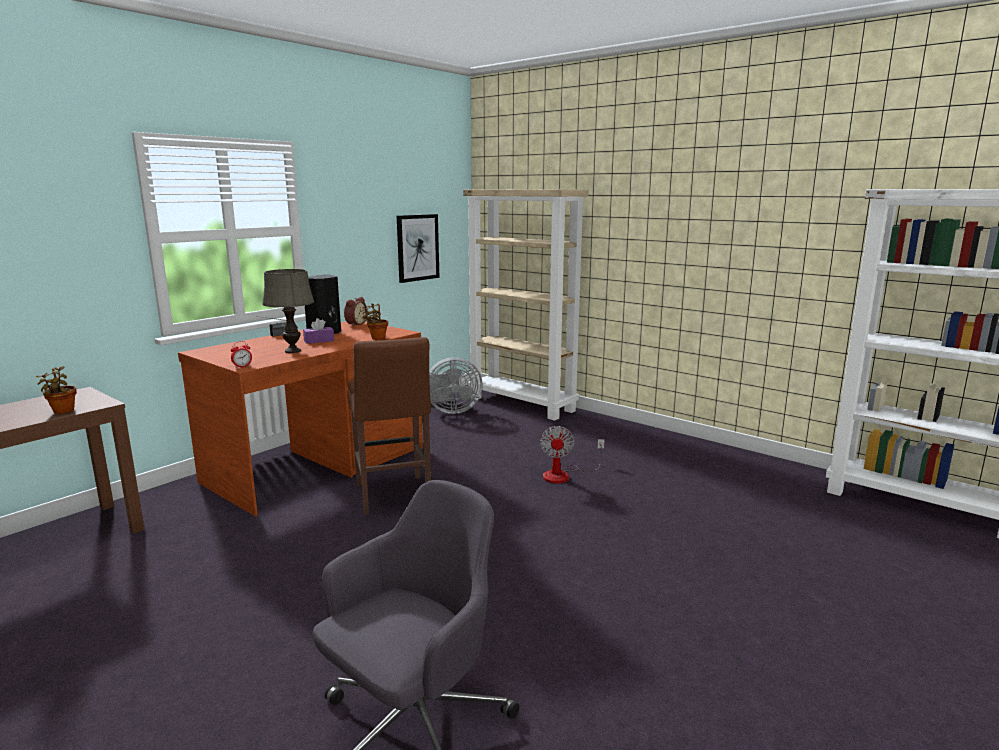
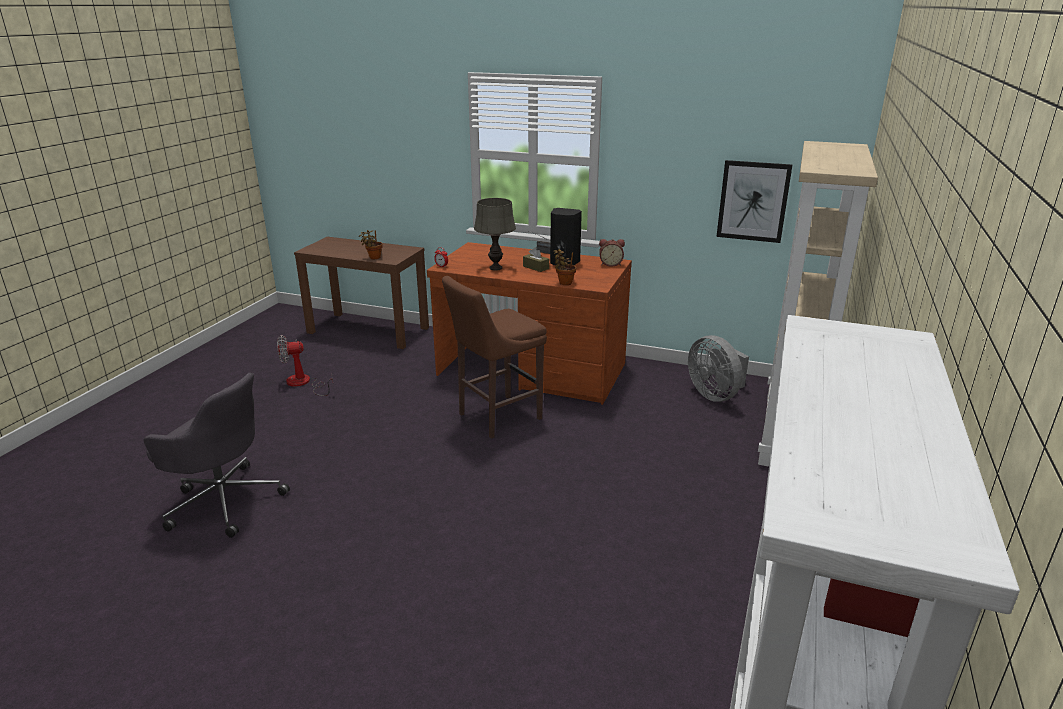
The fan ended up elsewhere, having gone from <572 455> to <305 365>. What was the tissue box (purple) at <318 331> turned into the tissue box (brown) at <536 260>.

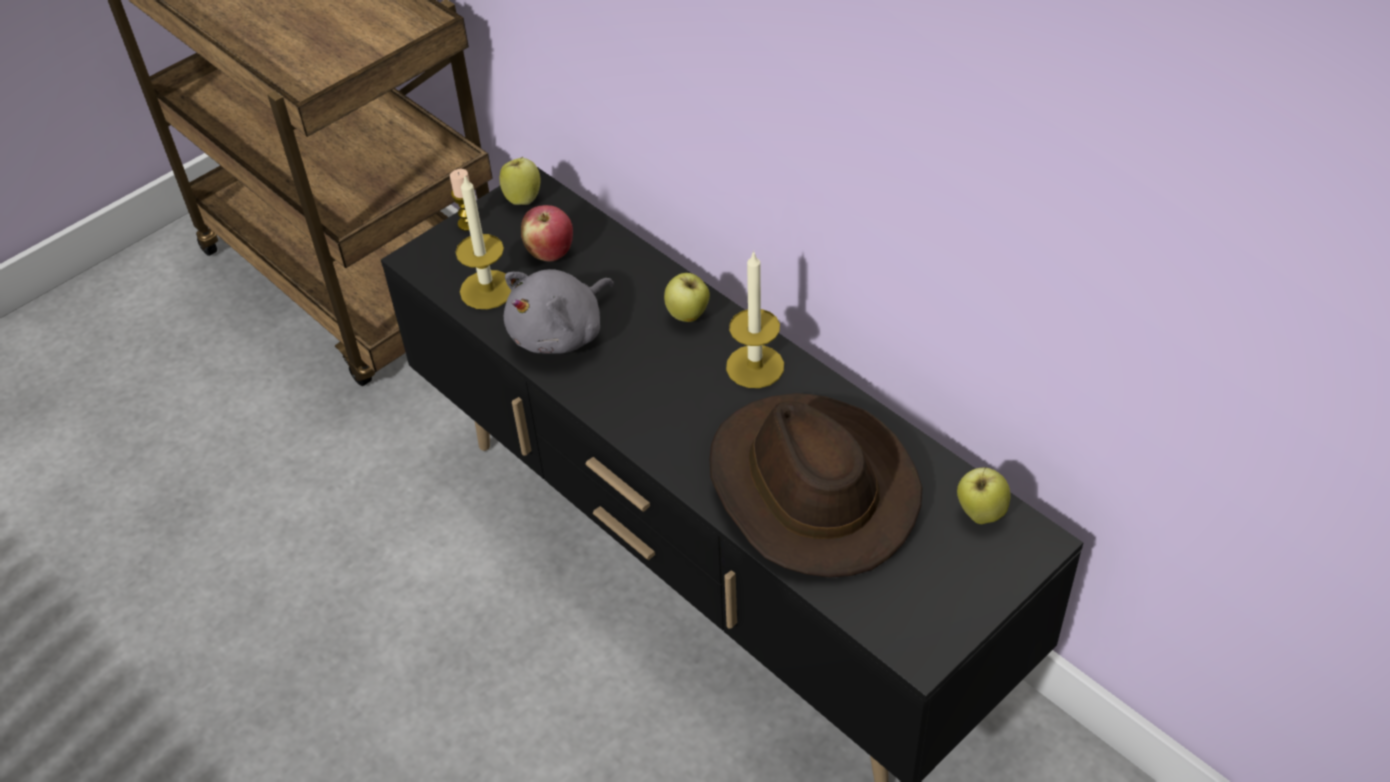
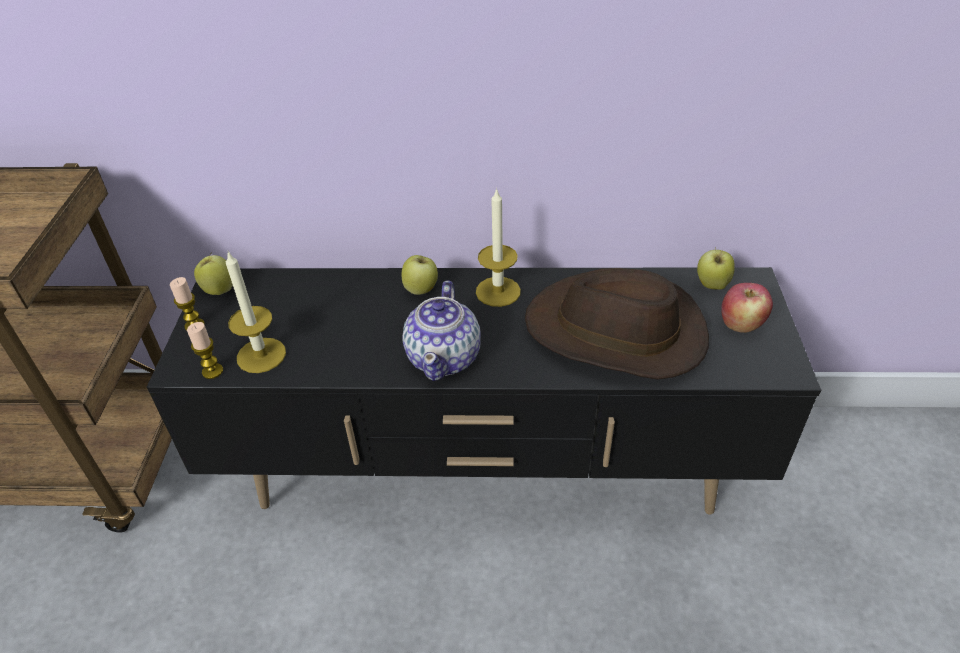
The second view gained the candle at <205 350>. The second view gained the teapot at <441 330>. The apple ended up elsewhere, having gone from <547 233> to <747 308>. The second view lost the plush toy (grey) at <558 311>.

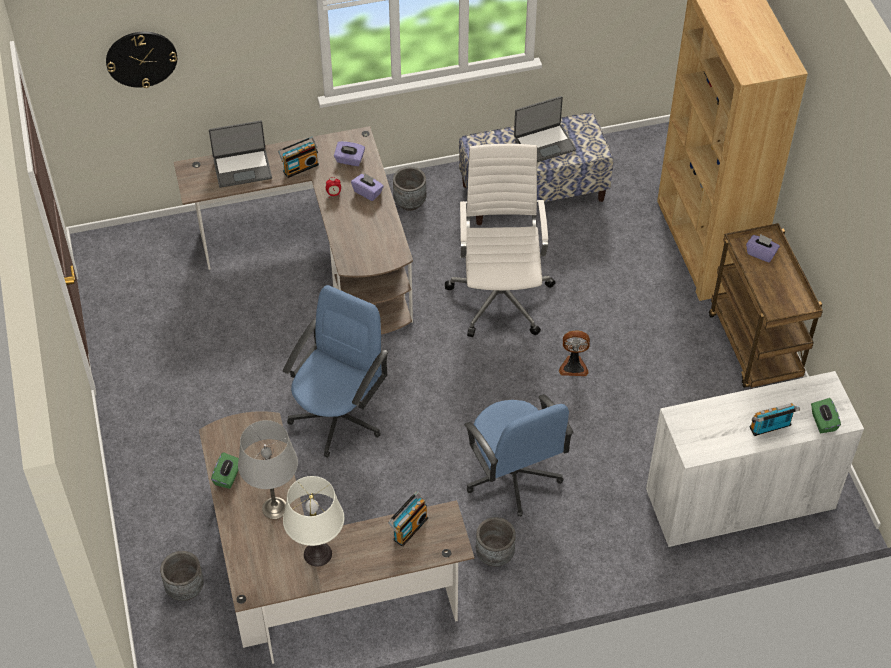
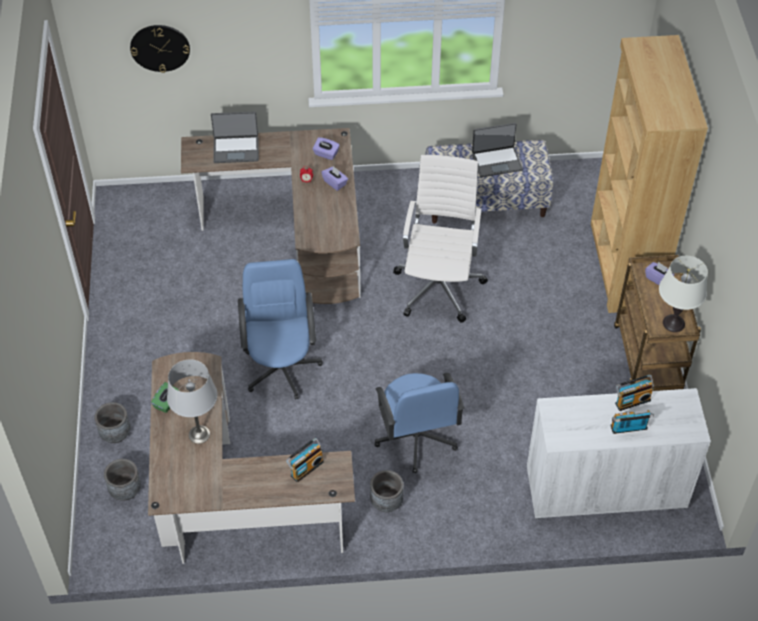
The planter (grey) ended up elsewhere, having gone from <409 189> to <112 422>. The office chair (blue) at <336 371> ended up facing another way, 45 degrees counterclockwise from before. The radio ended up elsewhere, having gone from <298 157> to <634 393>. The table lamp (white) ended up elsewhere, having gone from <313 521> to <683 294>. The second view lost the fan at <574 353>. The second view lost the tissue box (green) at <826 415>.

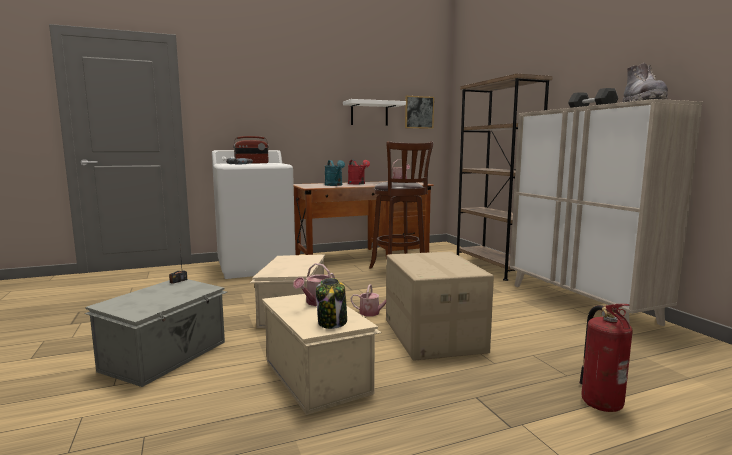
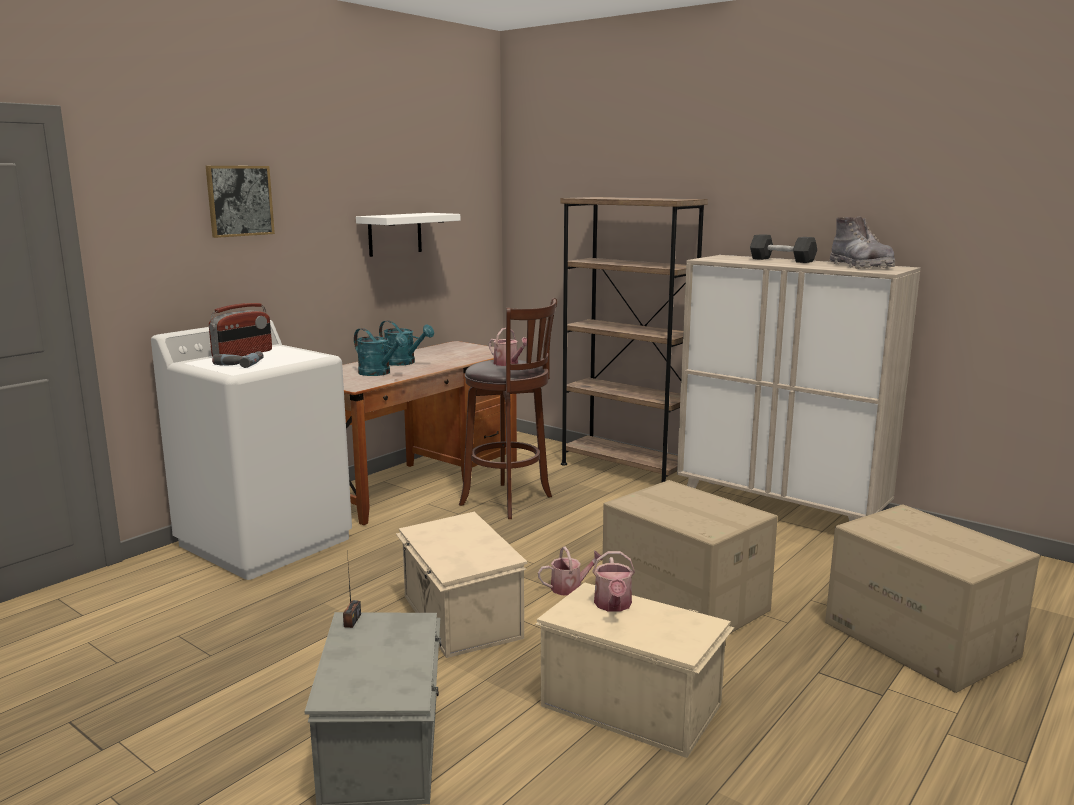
The picture ended up elsewhere, having gone from <419 112> to <240 202>. What was the watering can (red) at <359 172> turned into the watering can (turquoise) at <406 343>. Where the fire extinguisher stood at <606 358>, the cardboard box came to stand at <932 598>. The second view lost the jar at <331 303>.

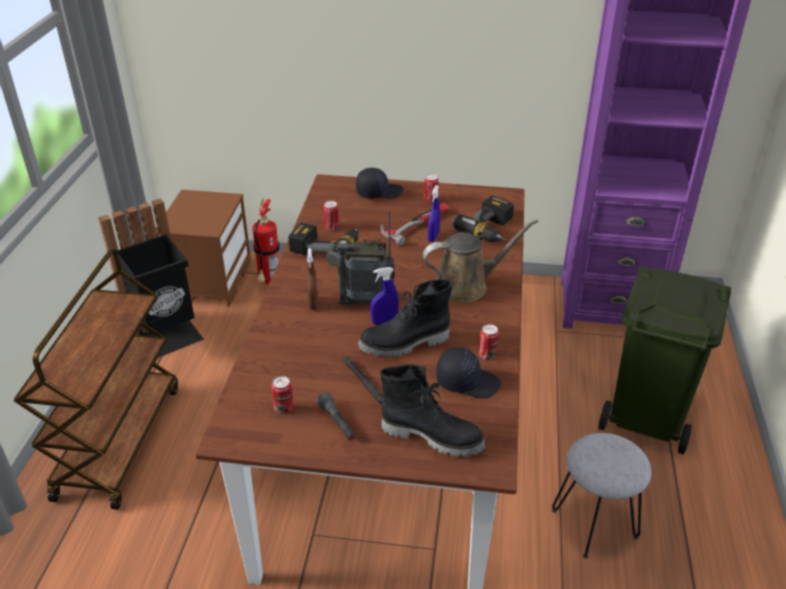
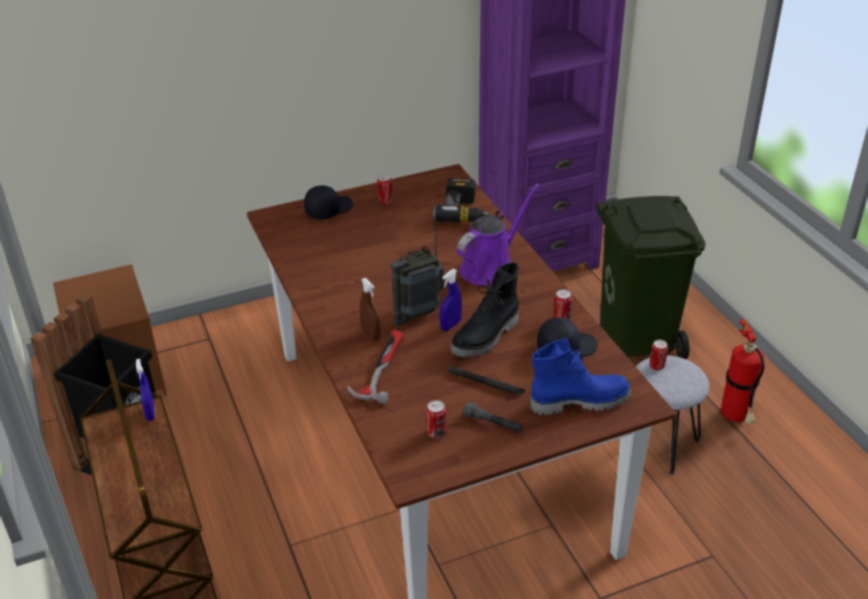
The spray bottle (blue) ended up elsewhere, having gone from <434 213> to <145 390>. The hammer ended up elsewhere, having gone from <415 224> to <375 366>. What was the watering can (brown) at <480 260> turned into the watering can (purple) at <498 235>. What was the boot (black) at <433 410> turned into the boot (blue) at <580 376>. The can ended up elsewhere, having gone from <331 216> to <659 355>. The fire extinguisher ended up elsewhere, having gone from <266 241> to <743 371>. The second view lost the power drill at <324 244>.

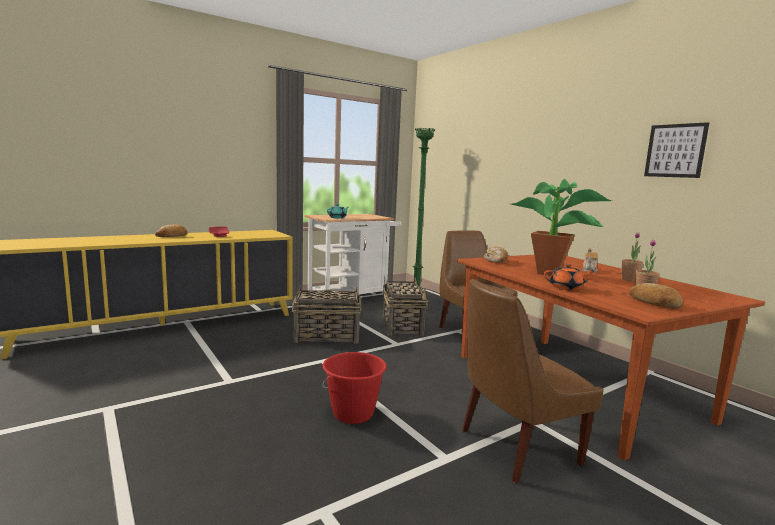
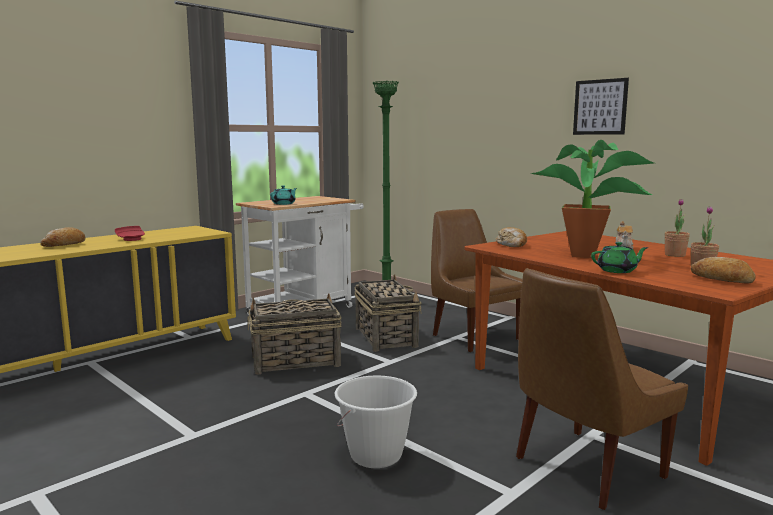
What was the bucket (red) at <354 388> turned into the bucket (white) at <376 421>. The picture ended up elsewhere, having gone from <676 150> to <601 106>. What was the teapot (orange) at <569 277> turned into the teapot (green) at <619 257>.

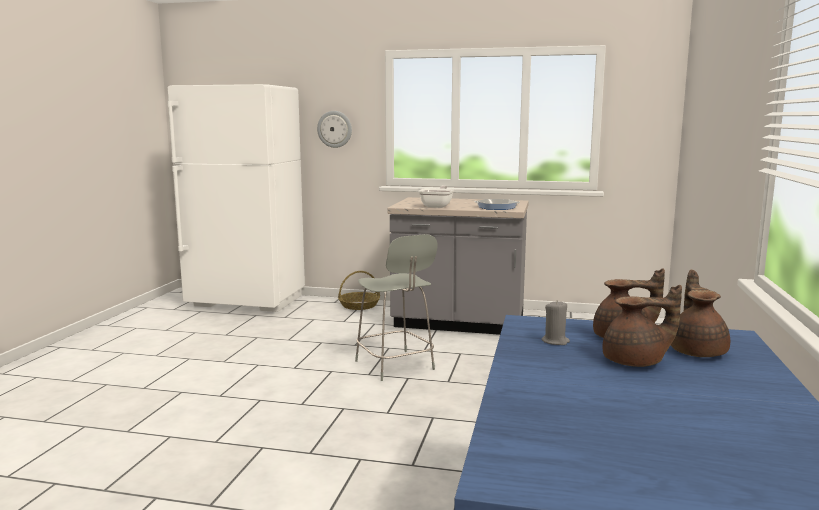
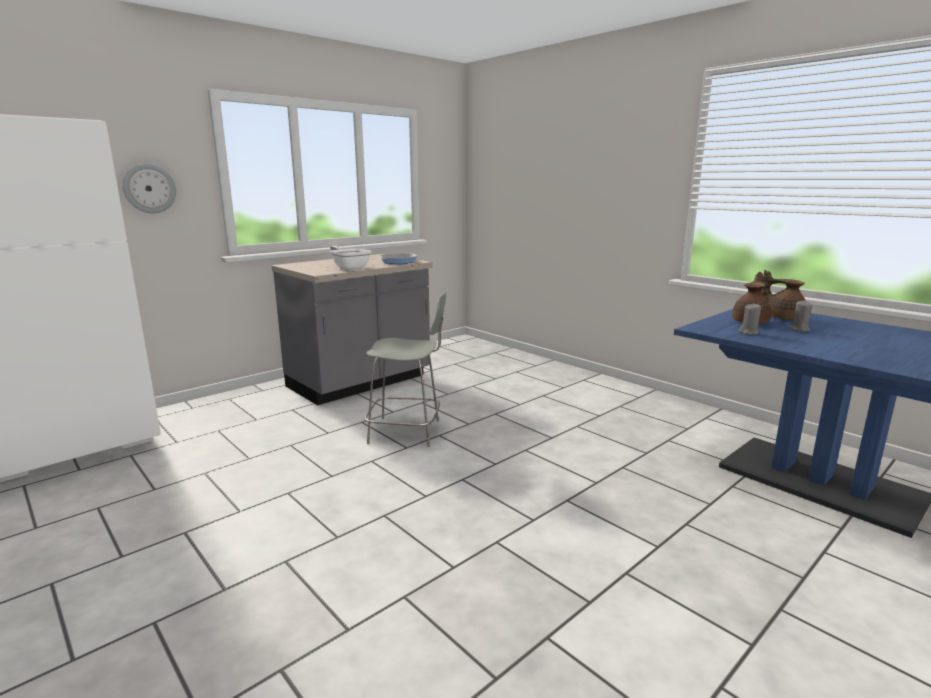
Where the teapot (brown) stood at <642 326>, the candle (grey) came to stand at <801 316>. The second view lost the basket at <359 290>.

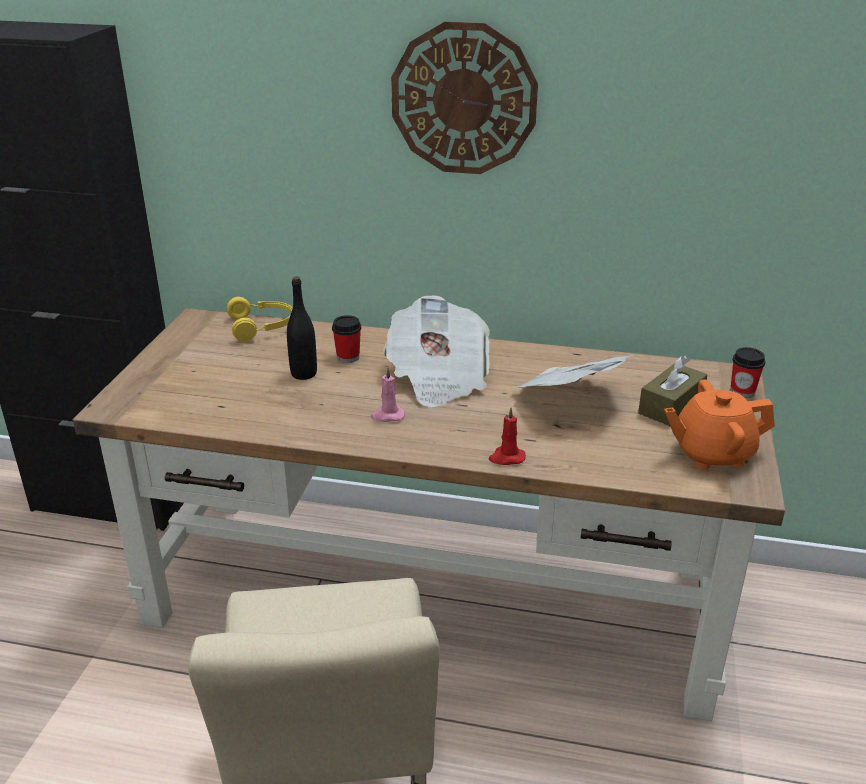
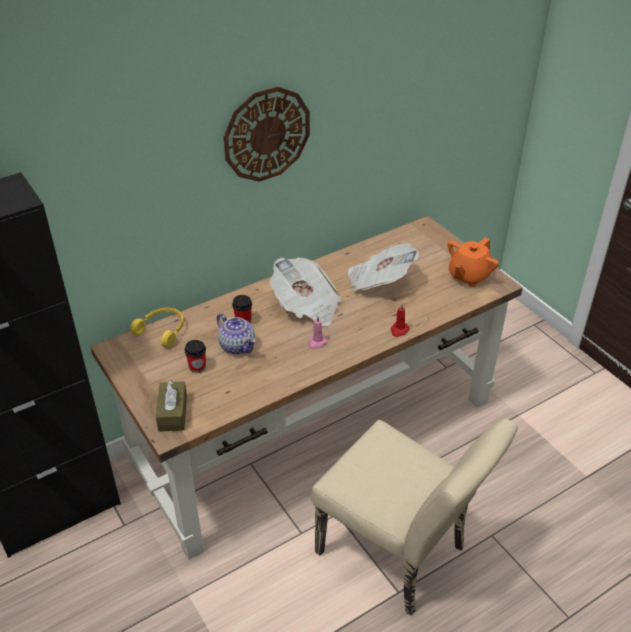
The tissue box (brown) ended up elsewhere, having gone from <672 390> to <171 406>. The cup ended up elsewhere, having gone from <747 372> to <195 356>. Where the bottle (black) stood at <302 328>, the teapot came to stand at <236 334>.

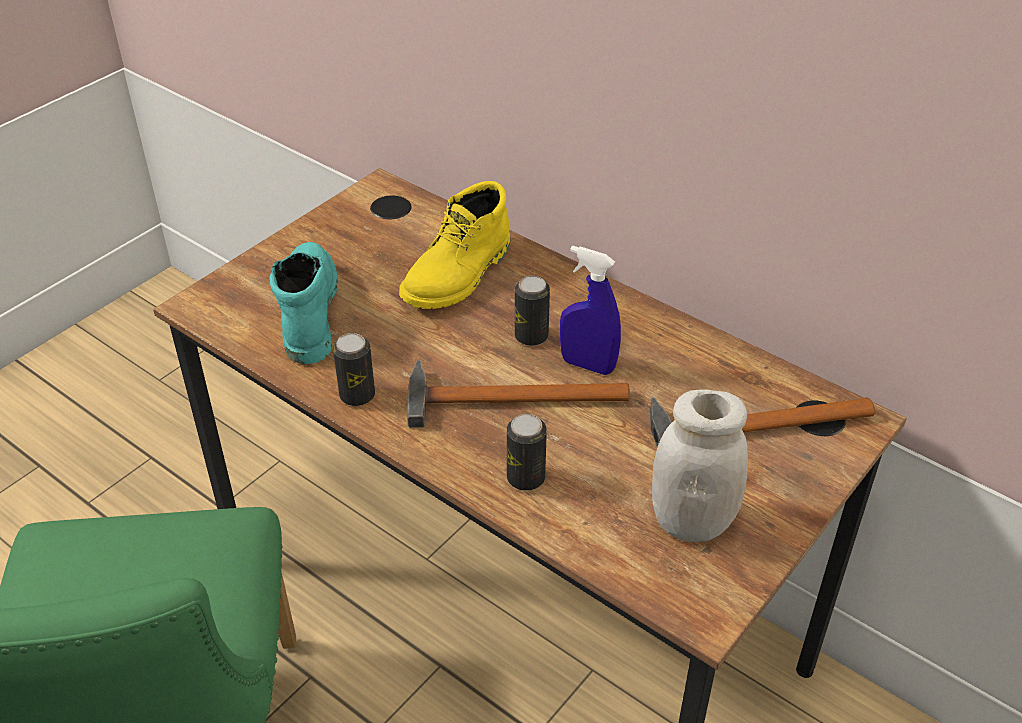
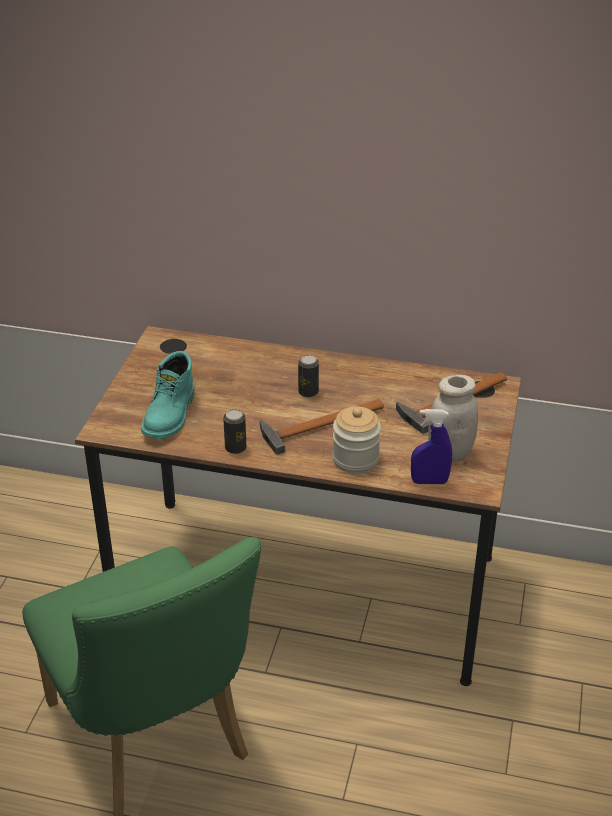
The boot (turquoise) at <303 303> ended up facing another way, 135 degrees counterclockwise from before. Where the can stood at <527 452>, the jar came to stand at <357 440>. The spray bottle (blue) ended up elsewhere, having gone from <590 310> to <431 446>. The second view lost the boot (yellow) at <454 245>.

